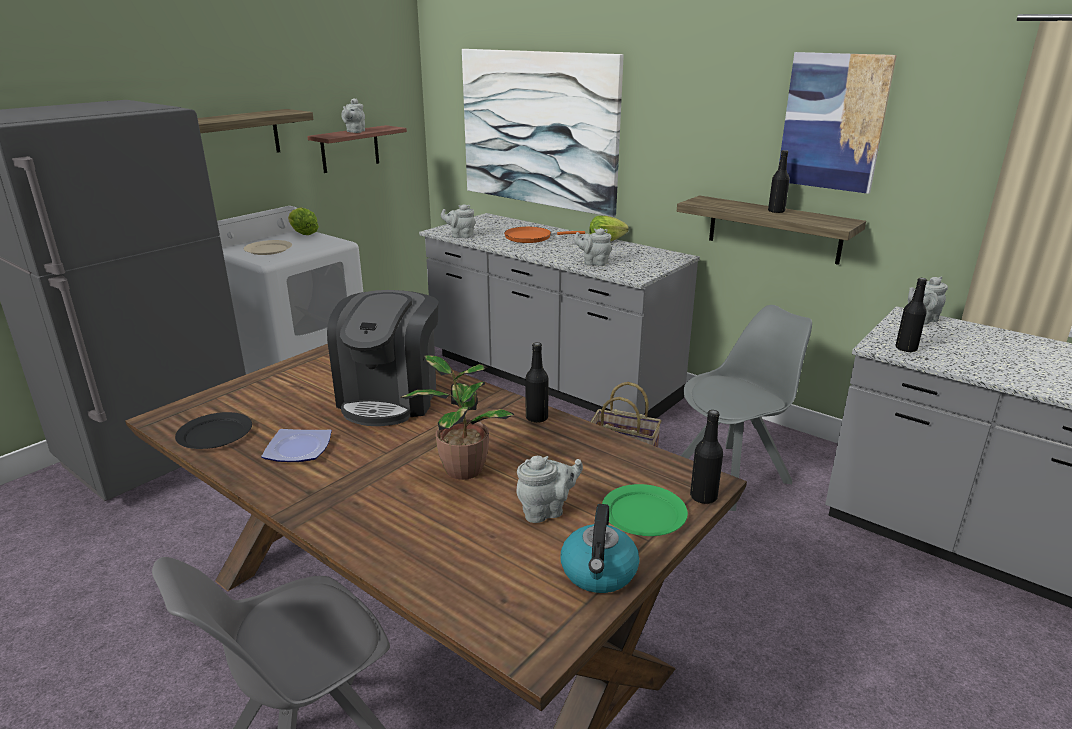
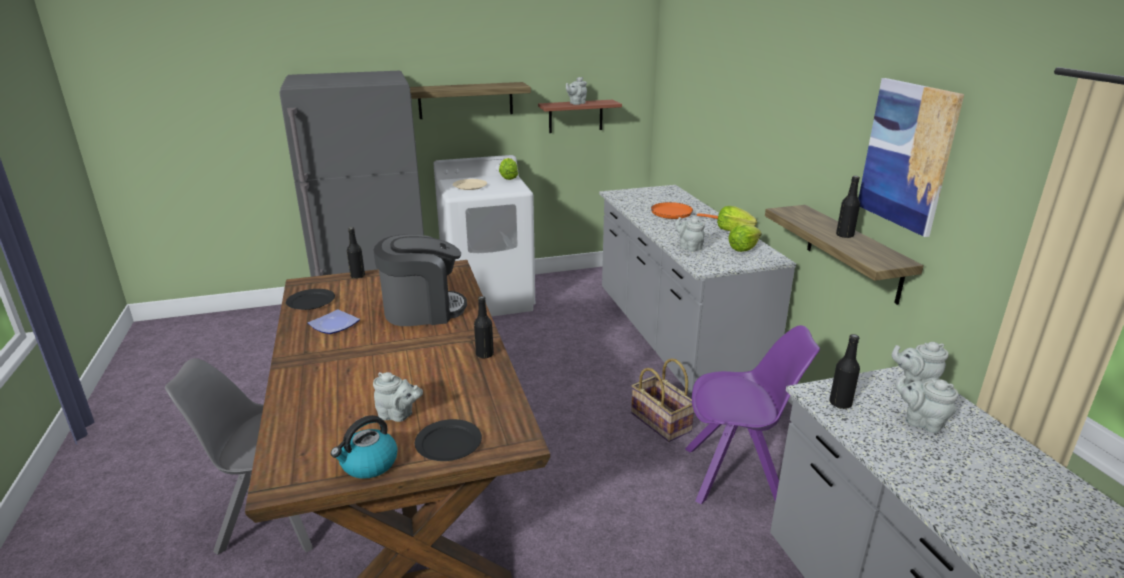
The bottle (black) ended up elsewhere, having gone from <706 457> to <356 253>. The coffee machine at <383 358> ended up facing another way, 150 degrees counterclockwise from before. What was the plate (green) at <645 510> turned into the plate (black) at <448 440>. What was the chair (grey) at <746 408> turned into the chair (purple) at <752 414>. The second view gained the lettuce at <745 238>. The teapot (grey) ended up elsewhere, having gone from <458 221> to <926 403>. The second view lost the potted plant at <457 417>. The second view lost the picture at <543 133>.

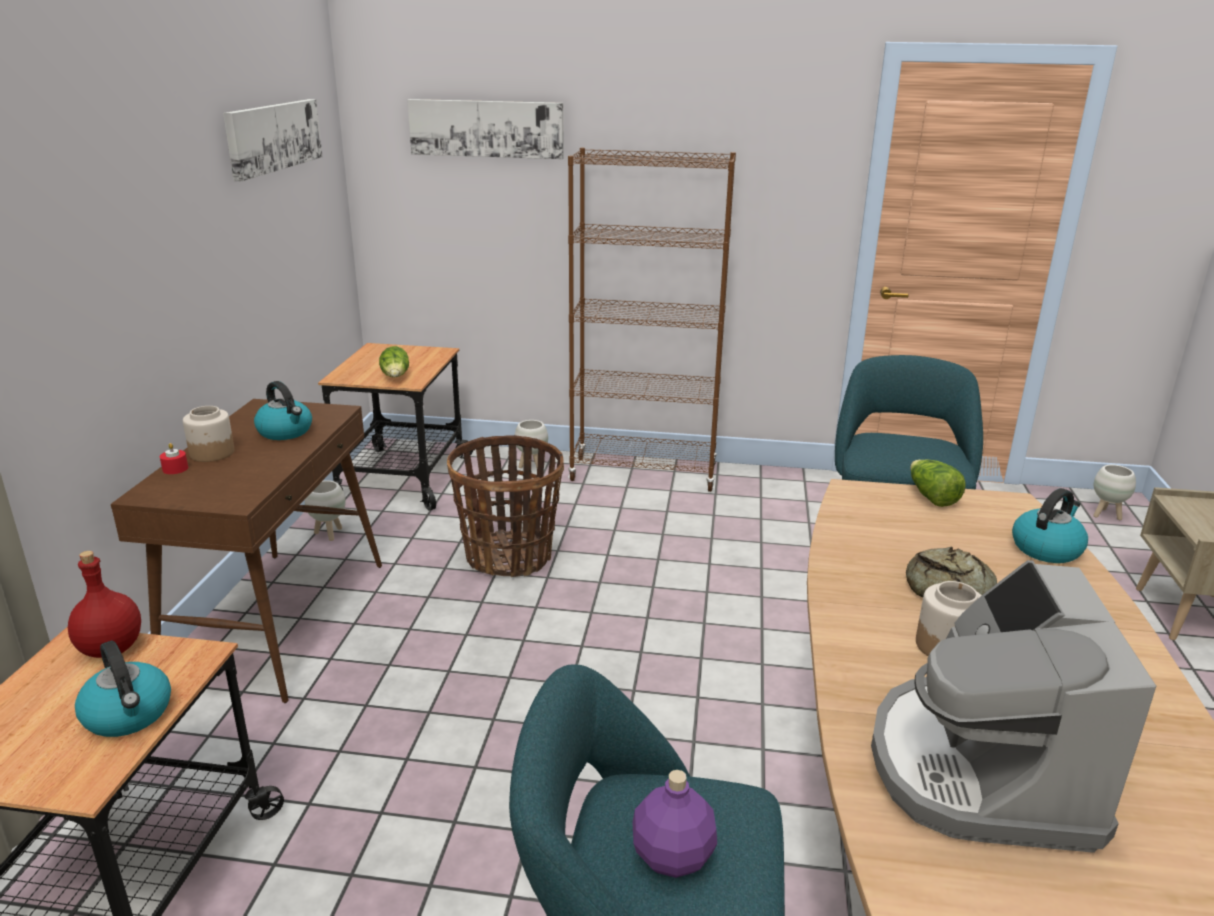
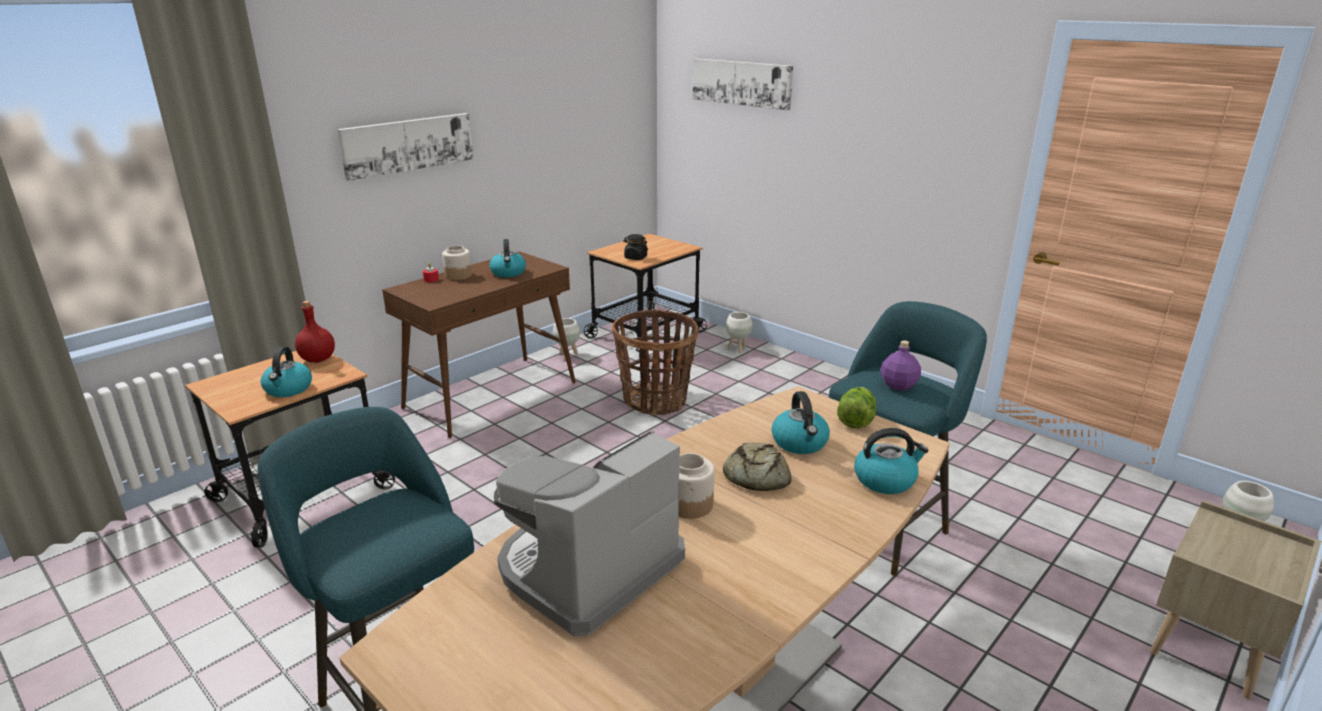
The picture ended up elsewhere, having gone from <273 140> to <405 147>. Where the lettuce stood at <394 361>, the jar (black) came to stand at <635 247>. The second view gained the kettle at <801 422>. The bottle (purple) ended up elsewhere, having gone from <674 824> to <901 365>. The second view lost the bookcase (brown) at <652 320>.

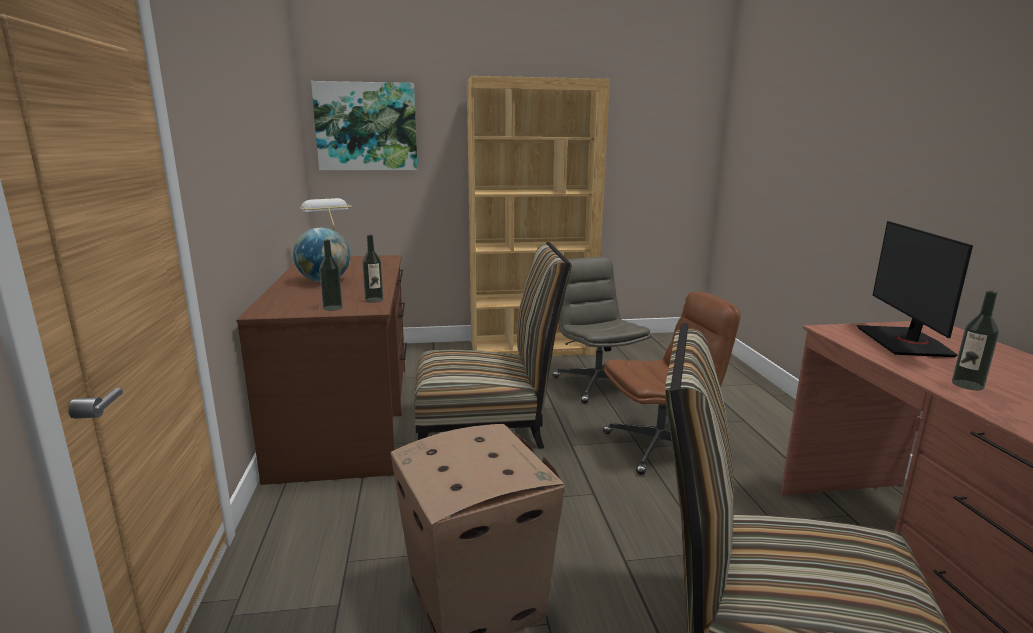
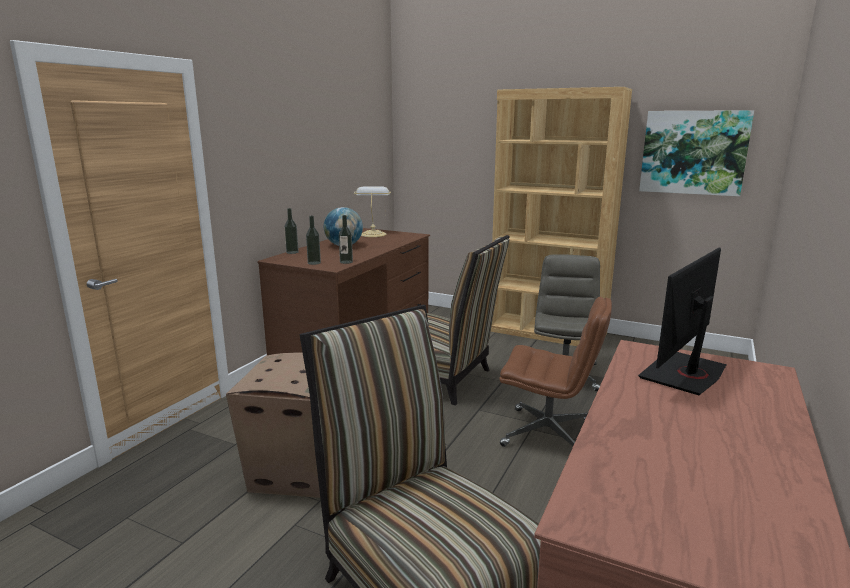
The bottle ended up elsewhere, having gone from <975 340> to <291 231>. The picture ended up elsewhere, having gone from <364 125> to <696 153>.

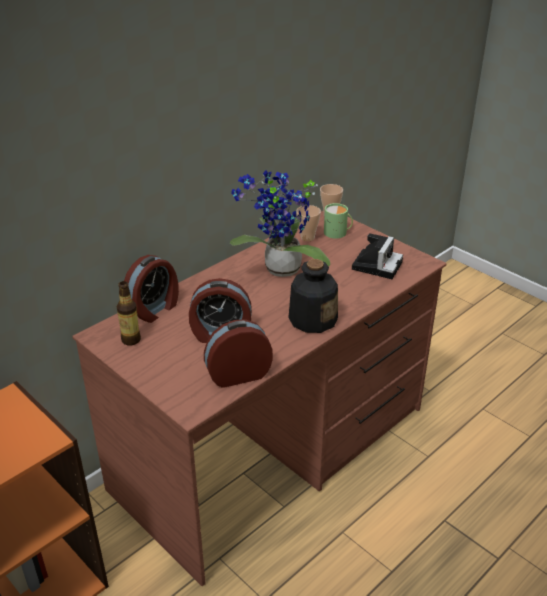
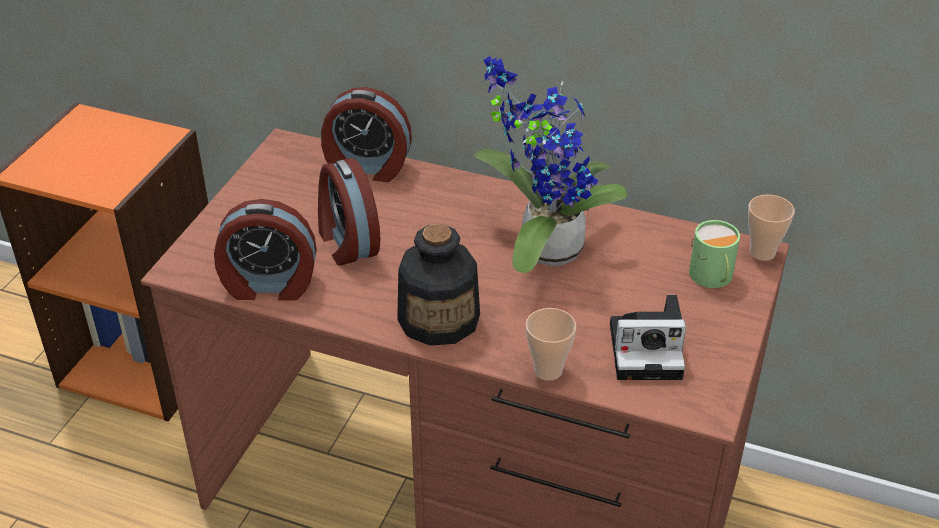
The alarm clock at <238 353> ended up facing another way, 135 degrees clockwise from before. The cup ended up elsewhere, having gone from <308 223> to <551 344>. The second view lost the bottle at <128 313>.

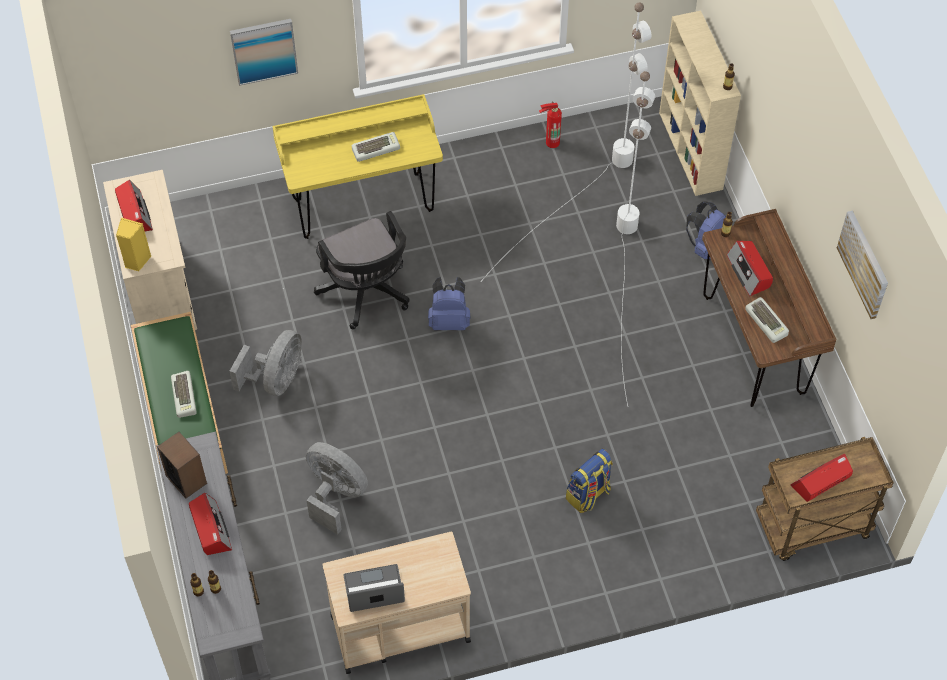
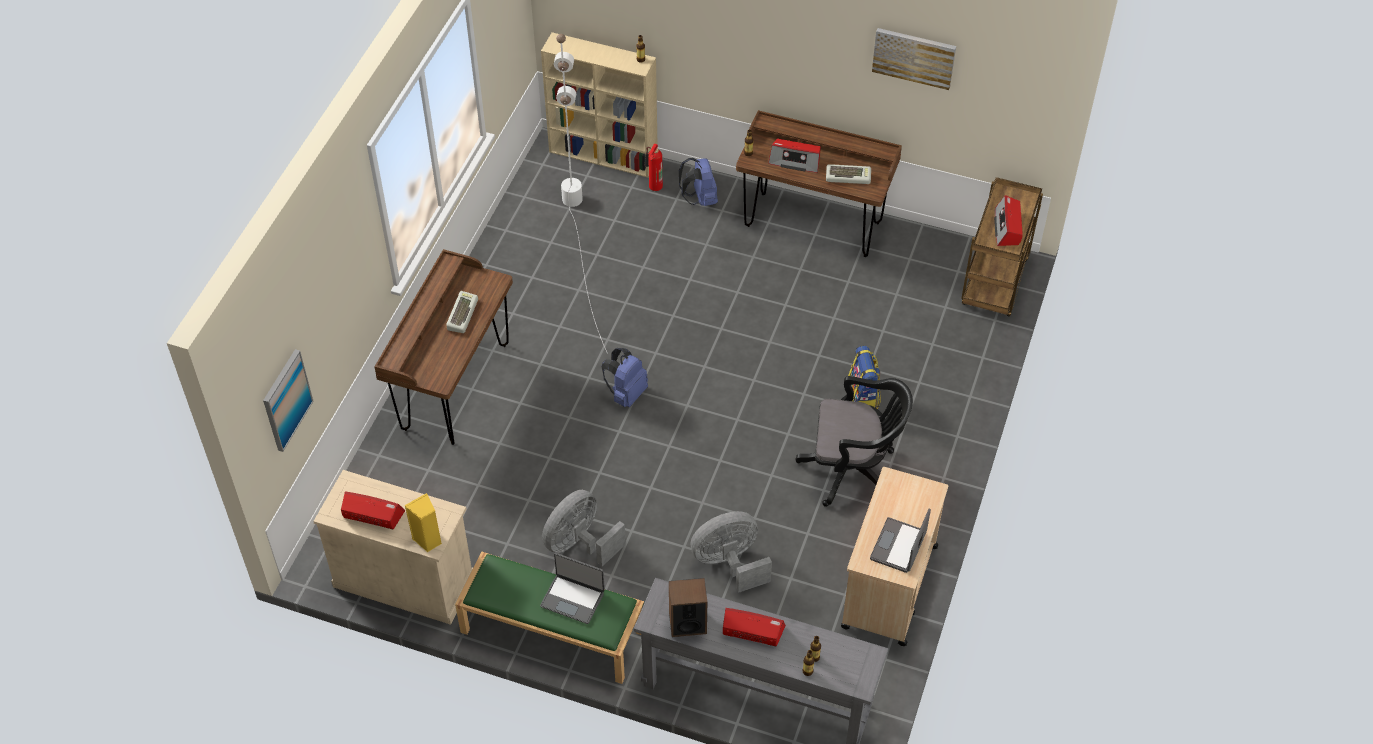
The picture ended up elsewhere, having gone from <264 52> to <288 400>. What was the desk (yellow) at <357 166> turned into the desk (brown) at <443 347>. Where the keyboard stood at <184 394>, the laptop came to stand at <572 588>. The fan (grey) at <265 363> ended up facing another way, 105 degrees counterclockwise from before. The fire extinguisher ended up elsewhere, having gone from <550 124> to <654 167>. The office chair (black) ended up elsewhere, having gone from <362 270> to <854 441>. The second view lost the floor lamp (white) at <635 238>.

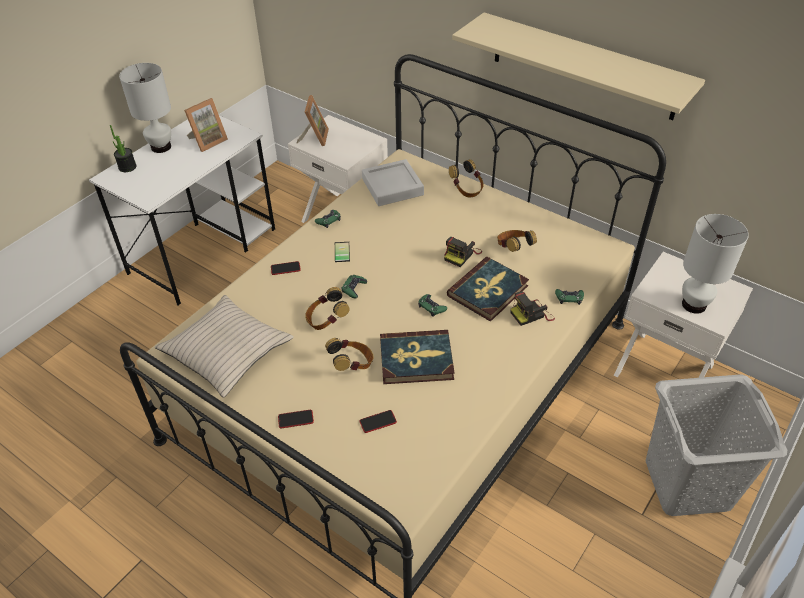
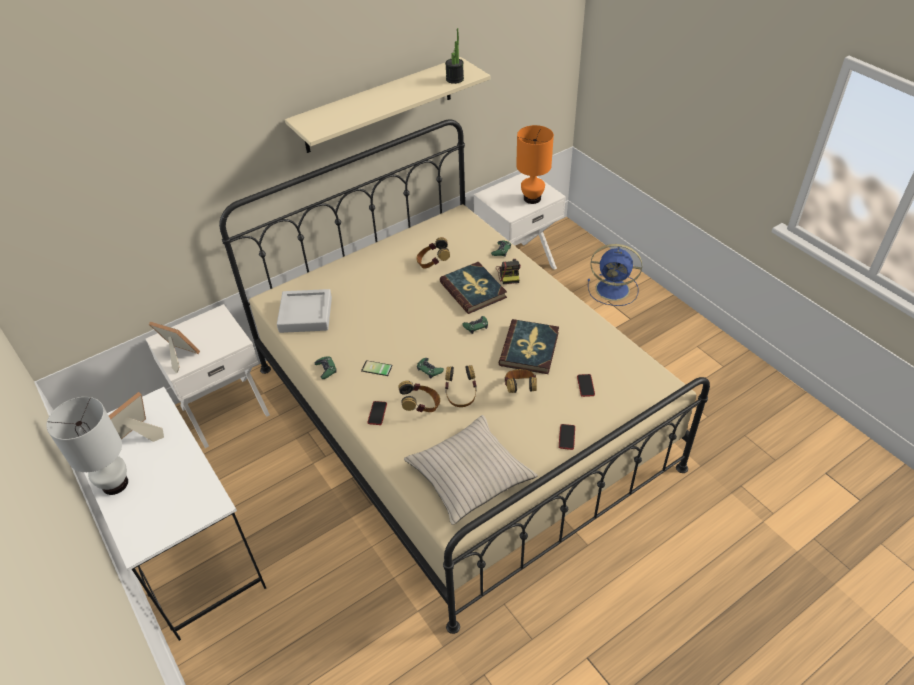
The picture frame at <206 125> ended up facing another way, 120 degrees counterclockwise from before. The headphones ended up elsewhere, having gone from <466 178> to <419 396>. The potted plant ended up elsewhere, having gone from <123 148> to <454 56>. What was the table lamp (white) at <715 264> turned into the table lamp (orange) at <535 164>. Where the laundry basket (grey) stood at <716 445>, the fan (blue) came to stand at <615 275>. The second view lost the photo camera at <463 252>.

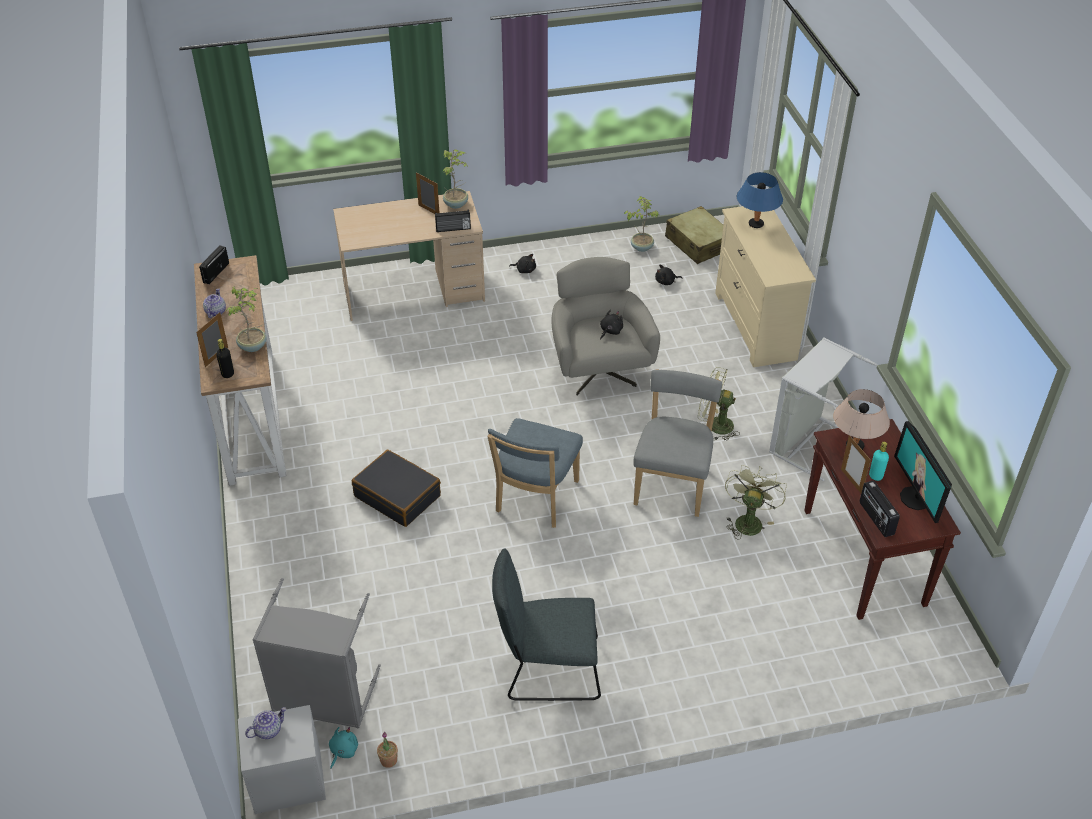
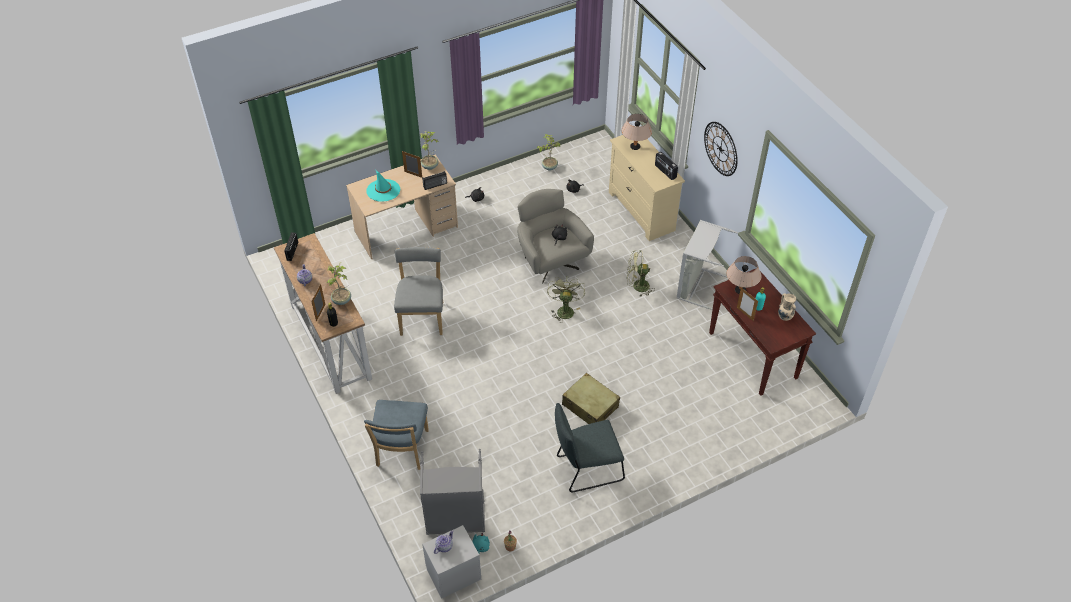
The chair (blue) ended up elsewhere, having gone from <535 473> to <396 435>. The second view gained the hat (turquoise) at <383 186>. The chair (grey) ended up elsewhere, having gone from <678 443> to <418 291>. The fan (green) ended up elsewhere, having gone from <756 502> to <566 299>. The suitcase (beige) ended up elsewhere, having gone from <694 235> to <591 398>. What was the table lamp (blue) at <760 200> turned into the table lamp (beige) at <636 132>. The radio ended up elsewhere, having gone from <880 508> to <666 166>. The second view gained the wall clock at <721 149>. Where the monitor stood at <923 472>, the vase (beige) came to stand at <787 307>. The second view lost the suitcase (black) at <396 488>.

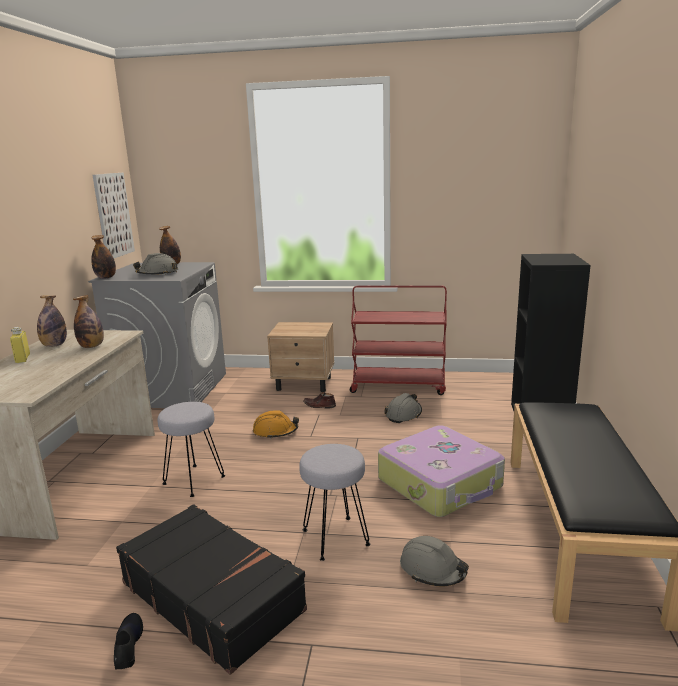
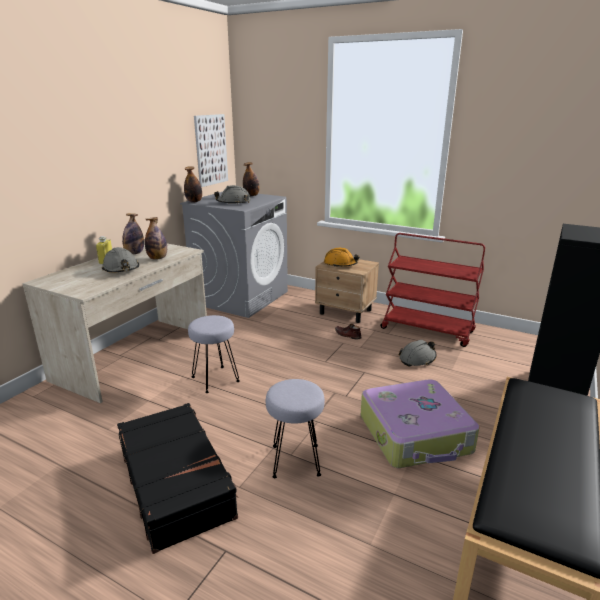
The hard hat (grey) ended up elsewhere, having gone from <434 561> to <120 260>. The hard hat (orange) ended up elsewhere, having gone from <276 425> to <342 257>. The second view lost the shoe (black) at <128 641>.

